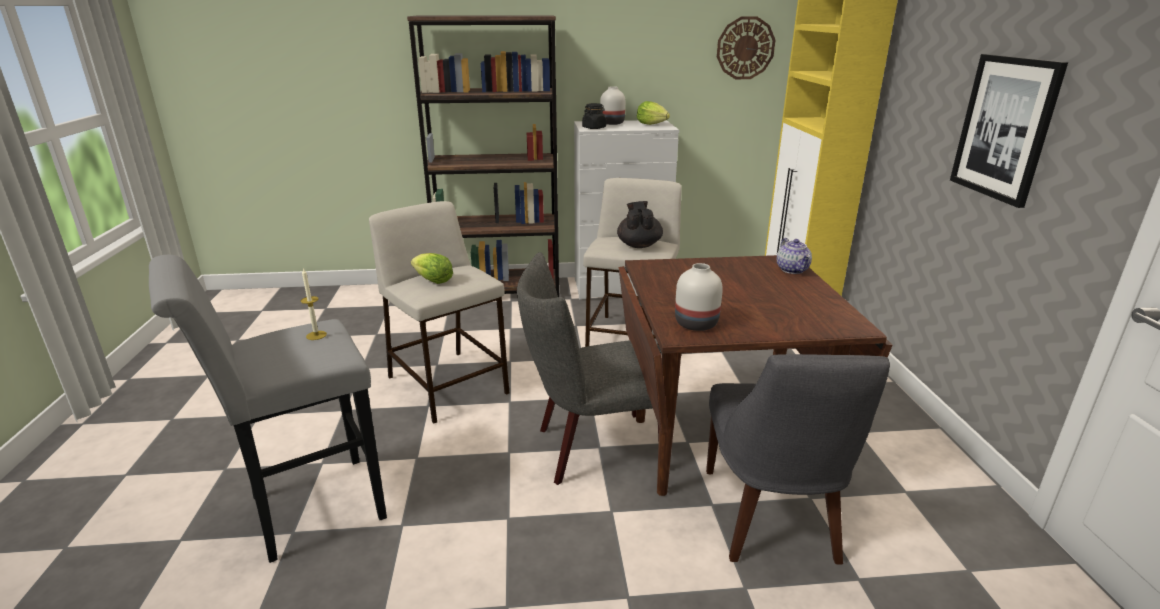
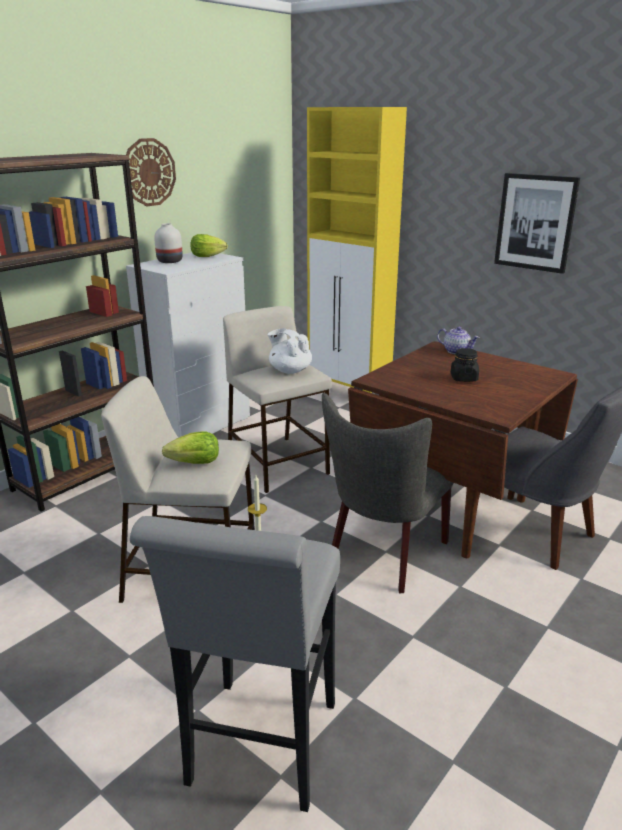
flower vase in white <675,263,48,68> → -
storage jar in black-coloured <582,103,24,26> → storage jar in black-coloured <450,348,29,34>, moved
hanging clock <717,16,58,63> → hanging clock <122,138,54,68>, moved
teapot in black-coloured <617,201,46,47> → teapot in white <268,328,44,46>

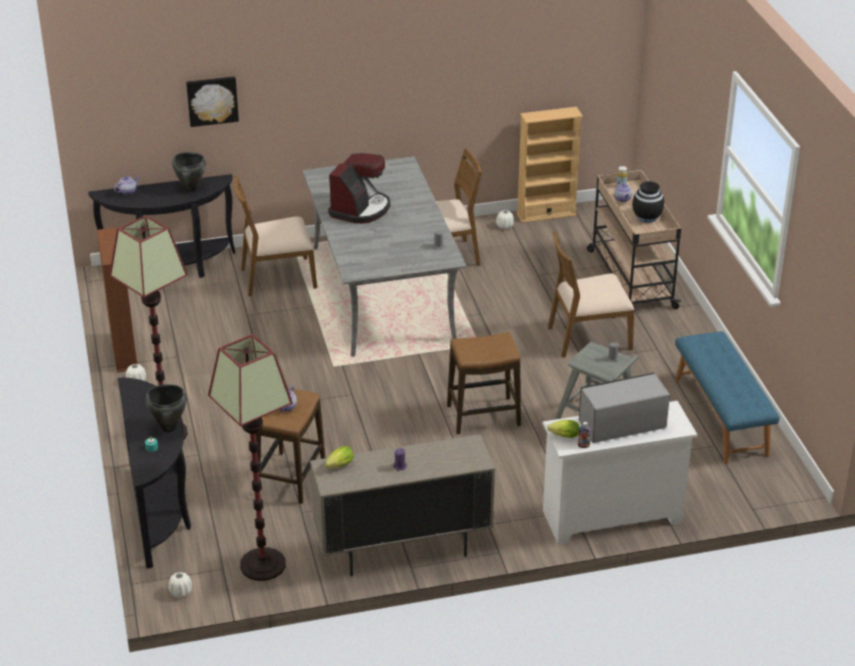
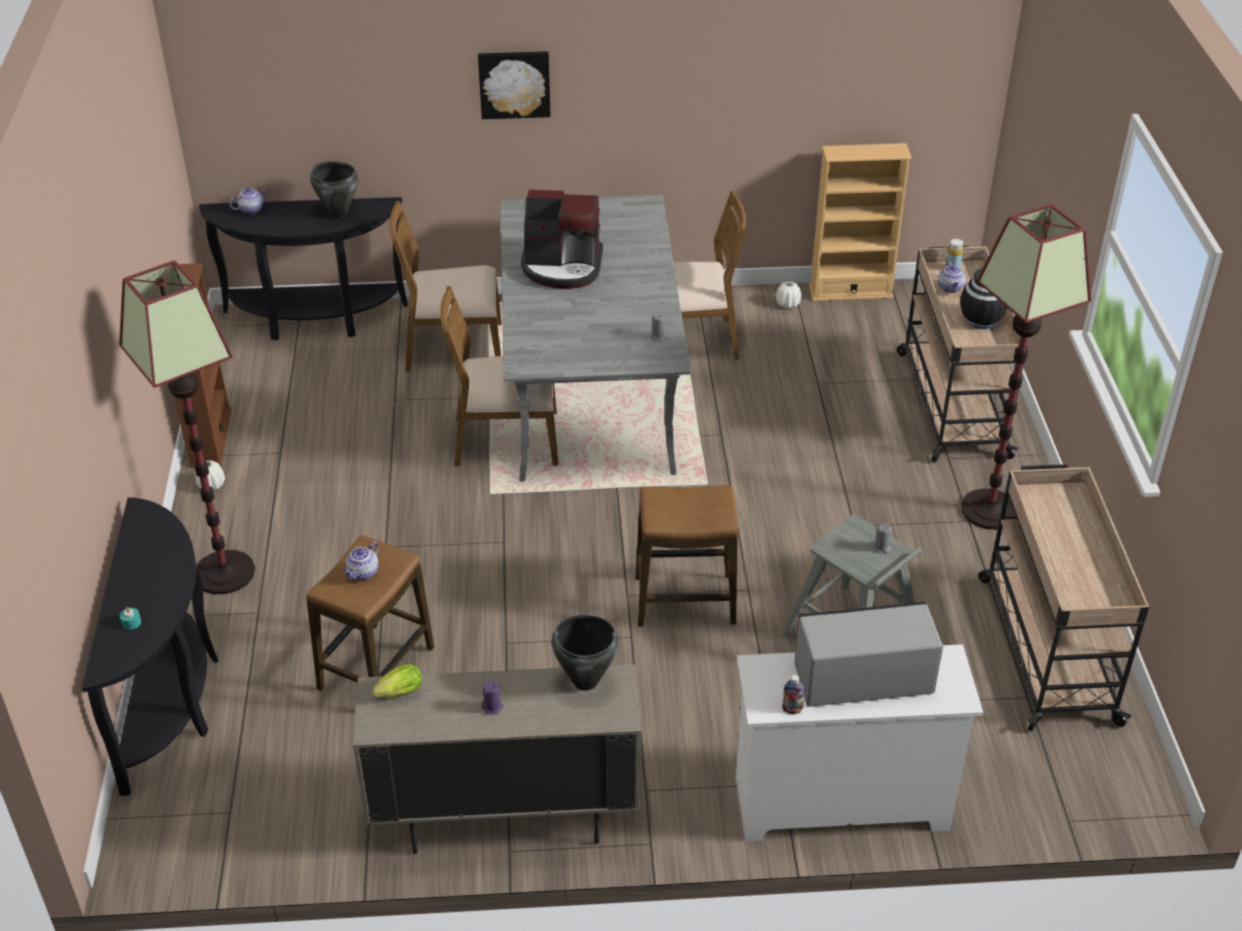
flower vase in white <168,572,24,26> → -
lettuce <547,420,33,18> → -
cooking pot in black-coloured <145,384,42,48> → cooking pot in black-coloured <552,615,67,76>, moved
picture <186,76,53,51> → picture <478,51,73,68>, moved
standing lamp <208,334,85,247> → standing lamp <961,204,130,326>, moved
upright chair in brownish <548,231,86,126> → upright chair in brownish <440,286,118,180>, moved
indoor bench in blue <675,331,105,133> → wheeled cart in beige <979,464,170,267>
coffee brewer <328,153,62,70> → coffee brewer <521,190,82,99>, 60 degrees clockwise

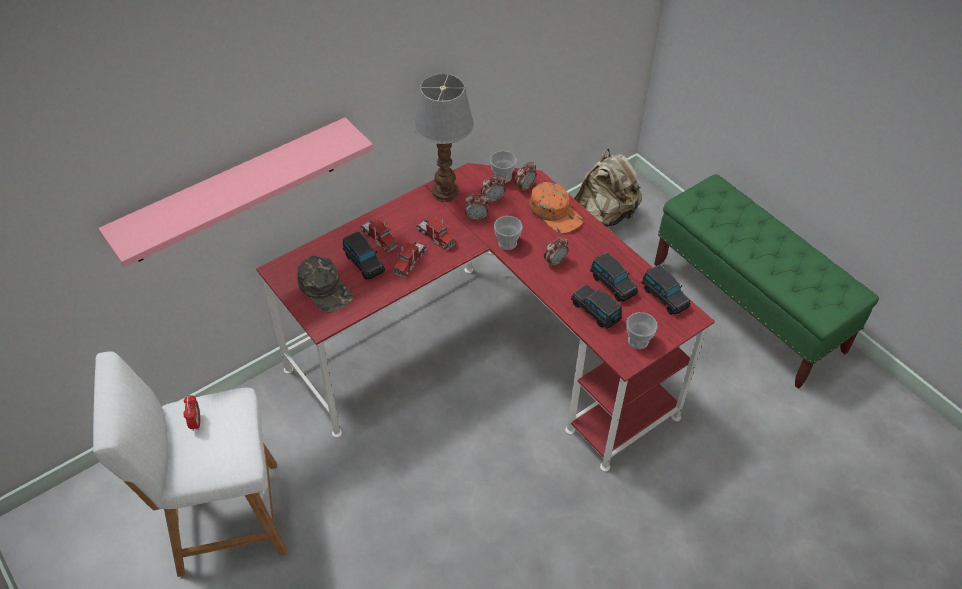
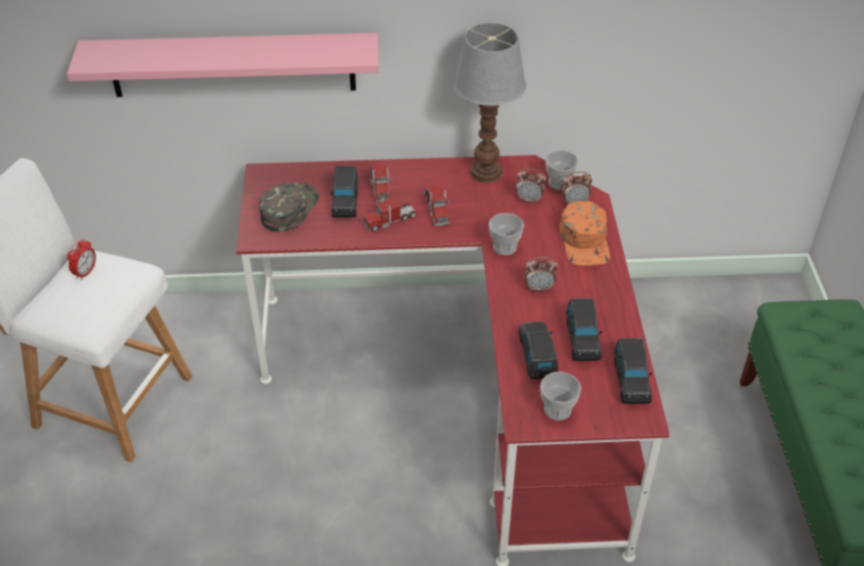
bedside clock <465,194,24,26> → -
rucksack in beige <574,148,68,79> → -
baseball cap in green-coloured <297,256,56,56> → baseball cap in green-coloured <260,182,59,50>, 150 degrees counterclockwise

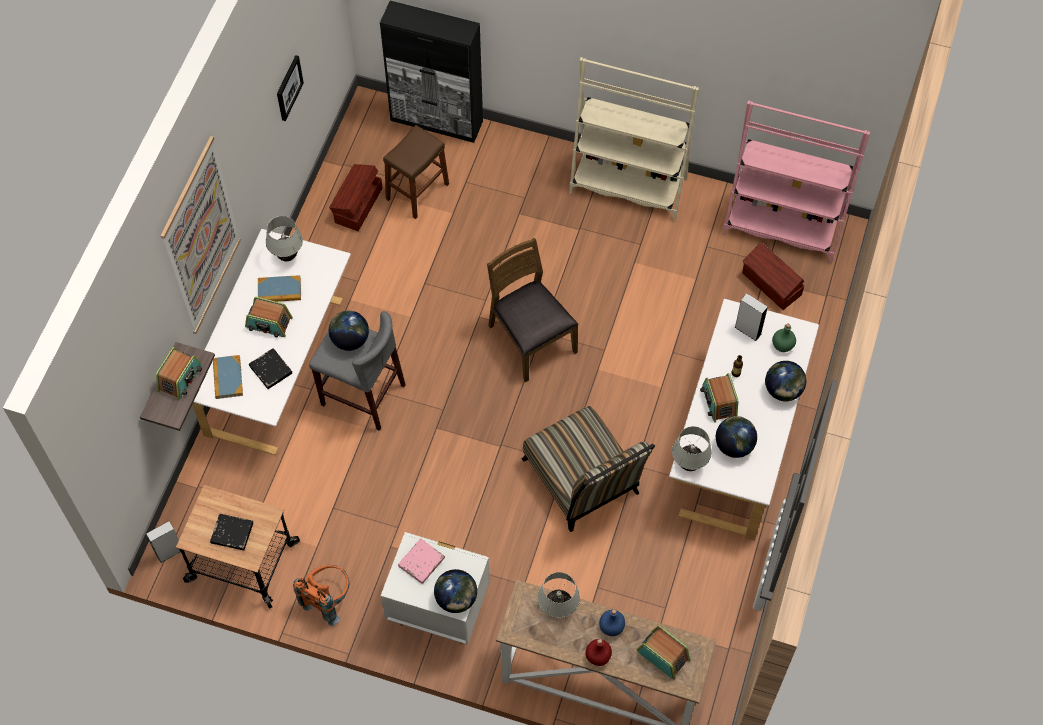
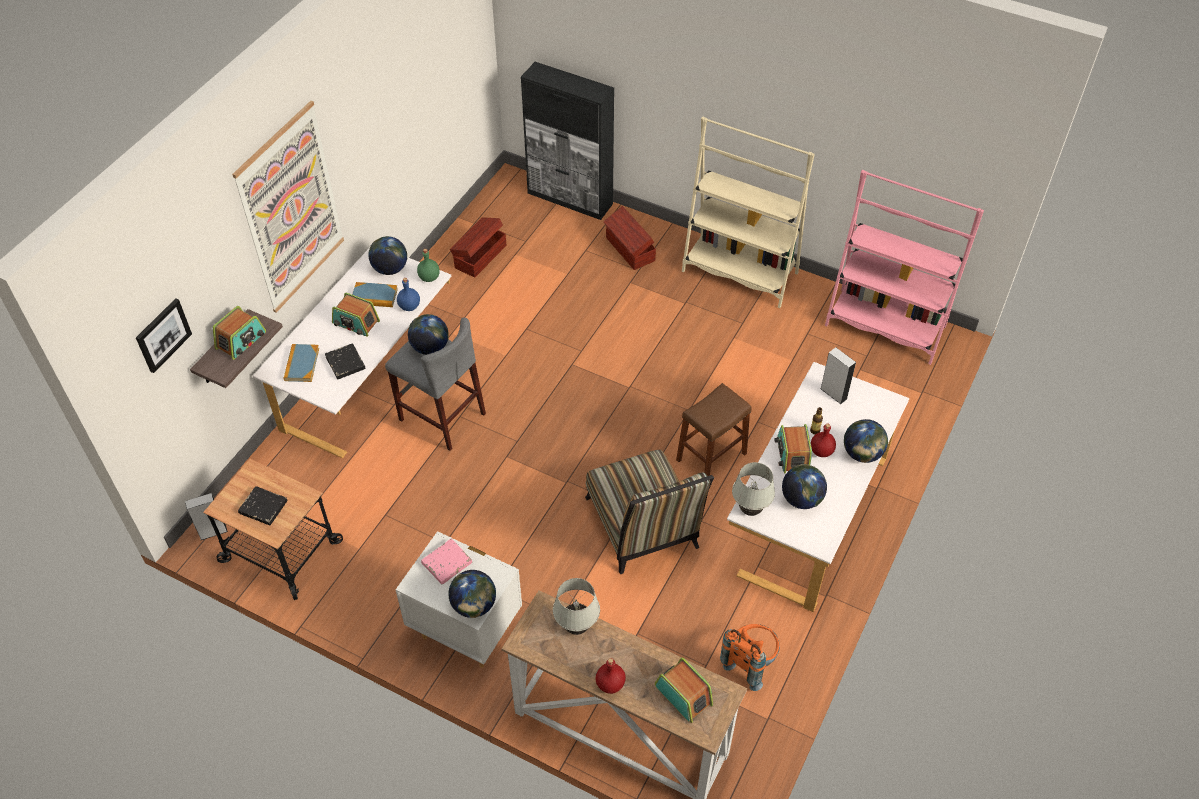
upright chair in brownish <487,238,91,144> → -
- → beverage bottle in red-coloured <811,424,25,33>
picture <277,55,27,66> → picture <136,298,56,75>, moved
rucksack in orange-coloured <293,565,56,61> → rucksack in orange-coloured <720,624,60,67>, moved
stool seat in brownish <383,125,66,94> → stool seat in brownish <676,383,76,93>, moved
beverage bottle in blue <599,609,26,27> → beverage bottle in blue <397,278,23,33>, moved
storage bin in brownish <742,242,62,68> → storage bin in brownish <603,206,53,64>, moved
beverage bottle in green-coloured <772,324,24,28> → beverage bottle in green-coloured <417,249,23,33>, moved
tabletop lamp in white <266,216,37,45> → globe <368,236,39,39>

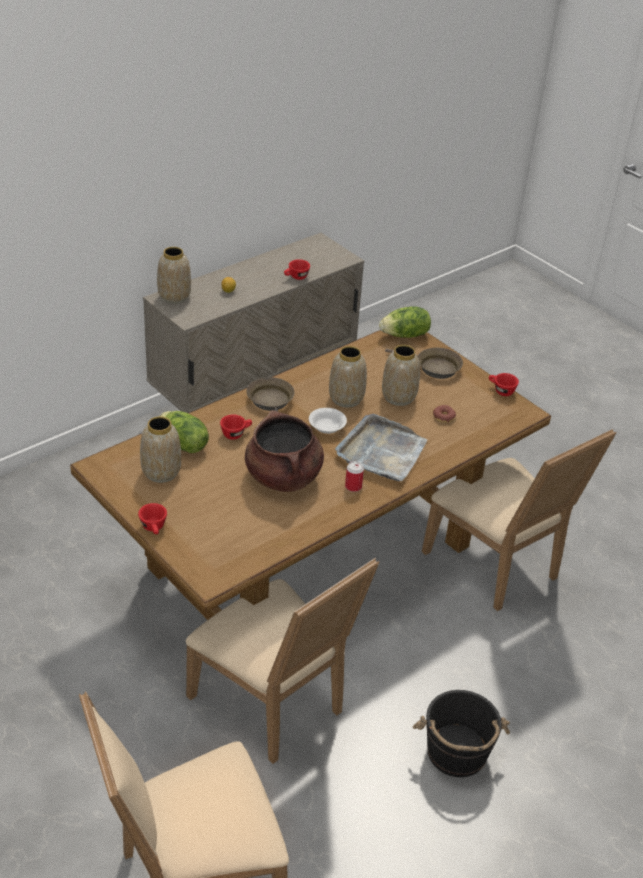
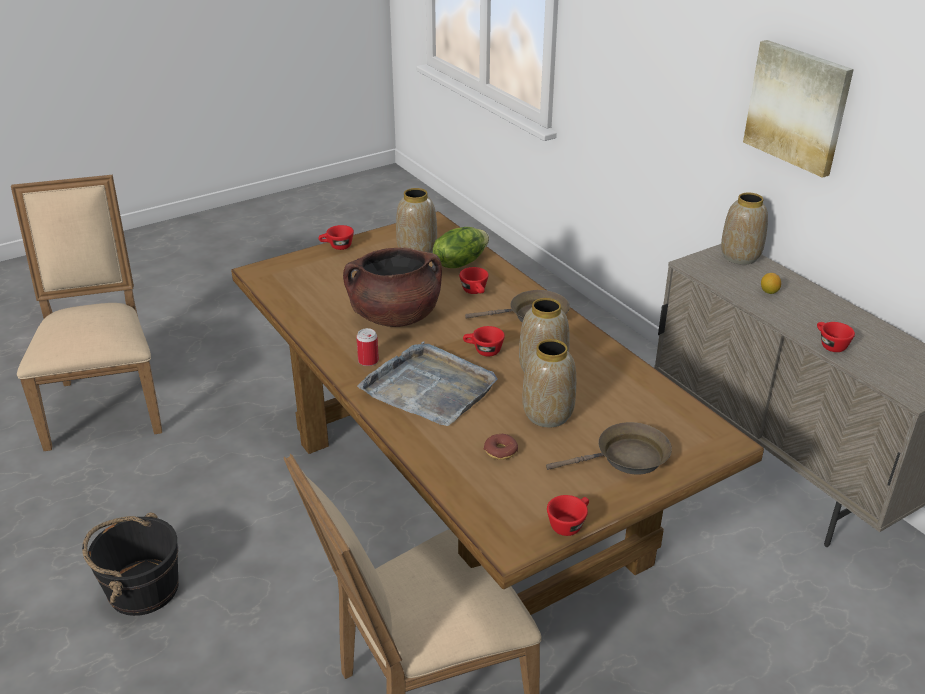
upright chair in beige <185,558,194,206> → -
lettuce <379,306,52,32> → -
- → picture <743,40,111,138>
deep dish in white <309,408,38,26> → drinking cup in red-coloured <463,326,42,31>
skillet in brownish <385,348,78,31> → skillet in brownish <546,422,126,52>, 135 degrees counterclockwise

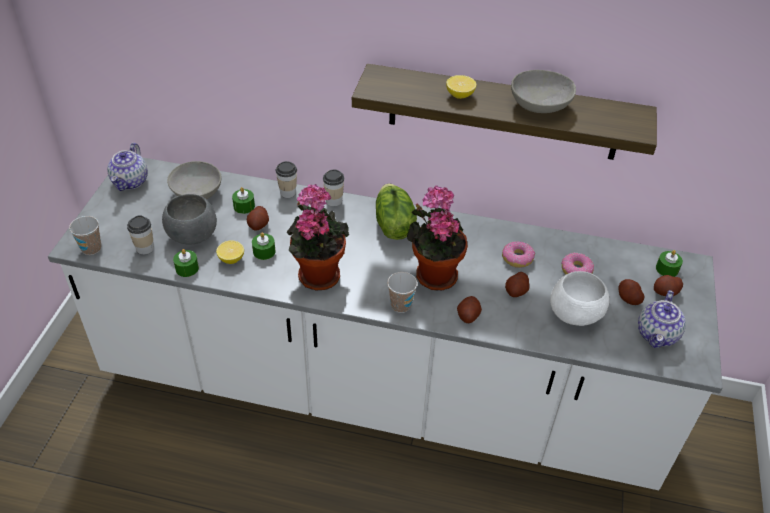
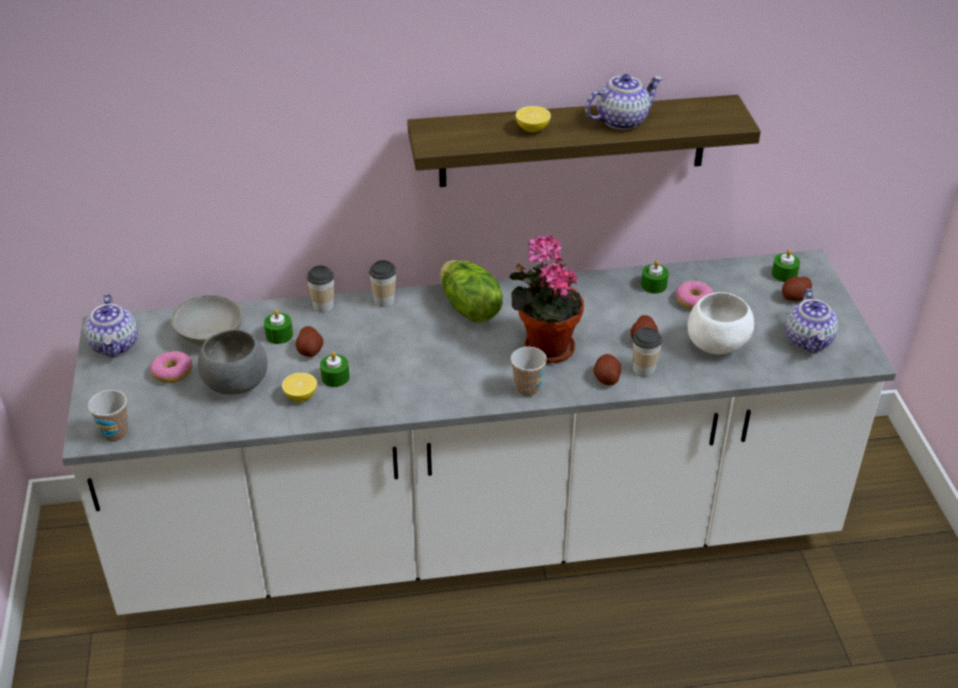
houseplant <287,184,62,106> → -
spud <618,279,27,26> → -
drinking cup <127,215,27,40> → drinking cup <633,327,29,50>, moved
candle in green-coloured <173,249,26,28> → candle in green-coloured <641,260,28,34>, moved
ring doughnut <502,241,33,27> → ring doughnut <150,351,42,32>, moved
deep dish in gray <511,70,65,43> → teapot <585,74,78,56>

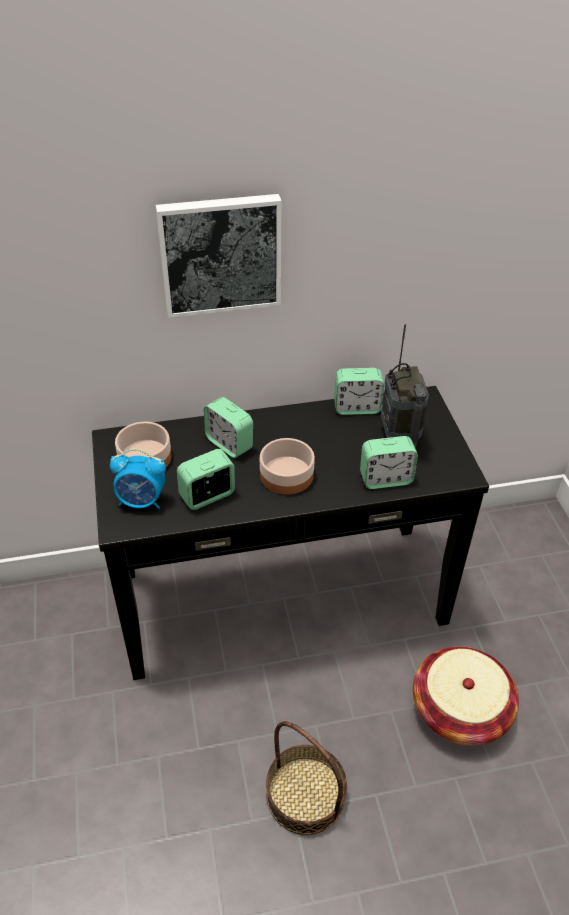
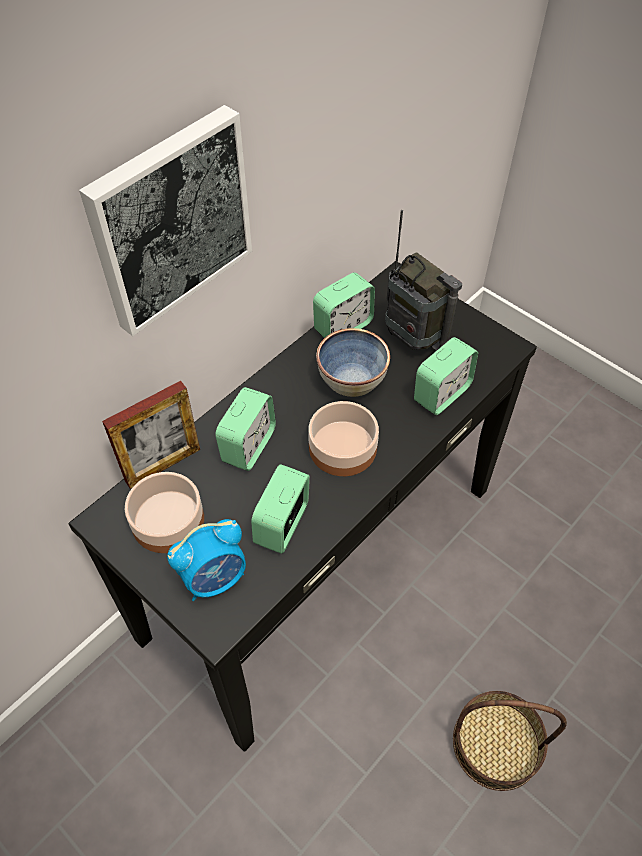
storage basket <413,646,106,100> → -
- → photo frame <102,381,98,108>
- → deep dish <316,328,74,69>
bedside clock <204,397,49,61> → bedside clock <215,387,61,84>, 75 degrees counterclockwise

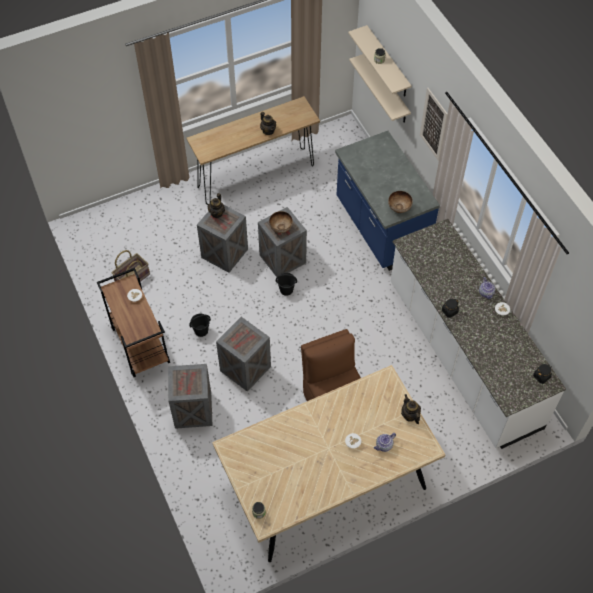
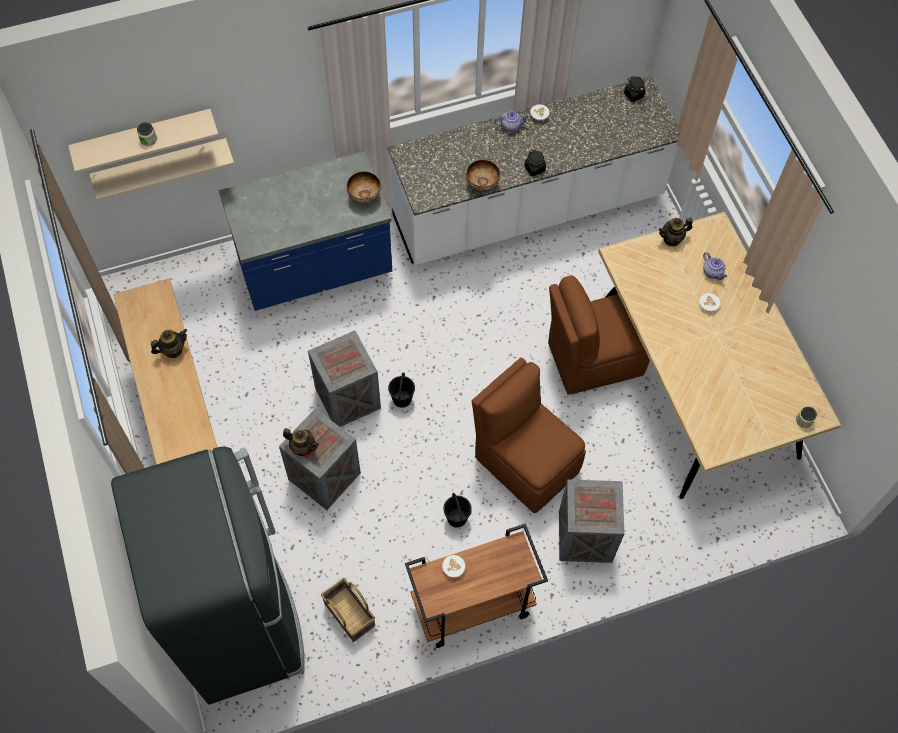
picture <420,88,28,73> → -
- → fridge in black-coloured <111,447,194,258>
deep dish <269,211,24,22> → deep dish <466,160,34,31>, moved
crate <216,317,55,75> → upright chair in brownish <472,358,114,155>

